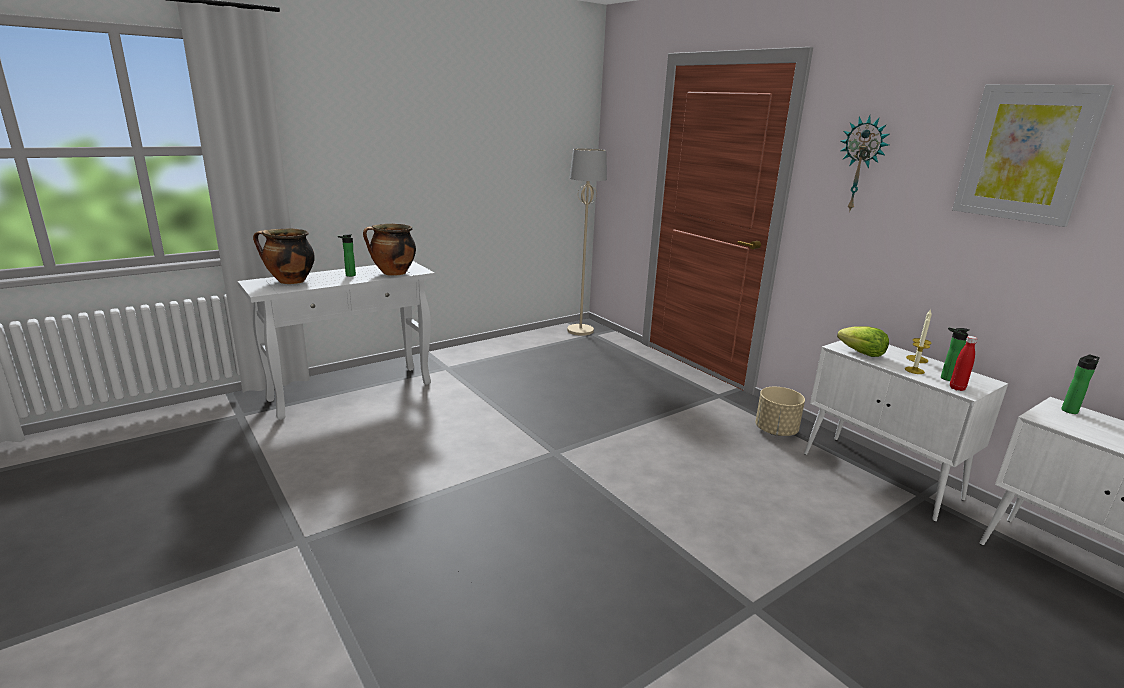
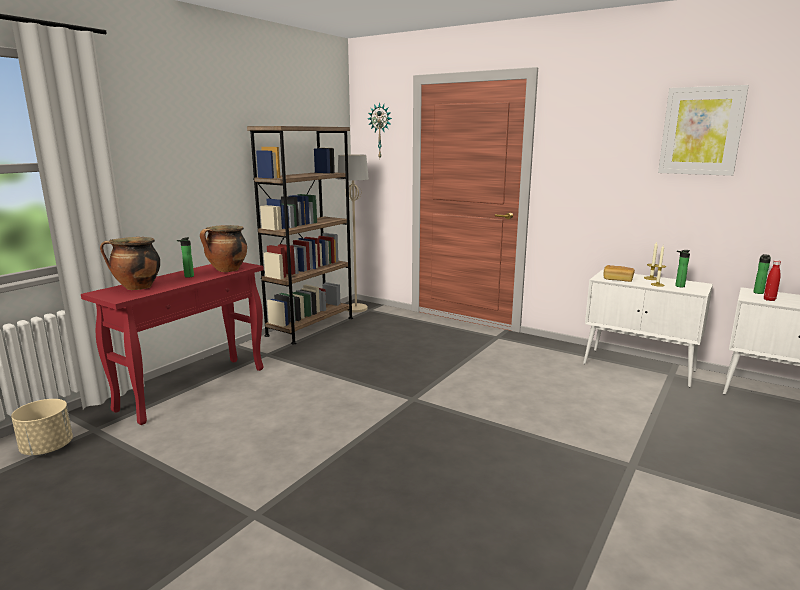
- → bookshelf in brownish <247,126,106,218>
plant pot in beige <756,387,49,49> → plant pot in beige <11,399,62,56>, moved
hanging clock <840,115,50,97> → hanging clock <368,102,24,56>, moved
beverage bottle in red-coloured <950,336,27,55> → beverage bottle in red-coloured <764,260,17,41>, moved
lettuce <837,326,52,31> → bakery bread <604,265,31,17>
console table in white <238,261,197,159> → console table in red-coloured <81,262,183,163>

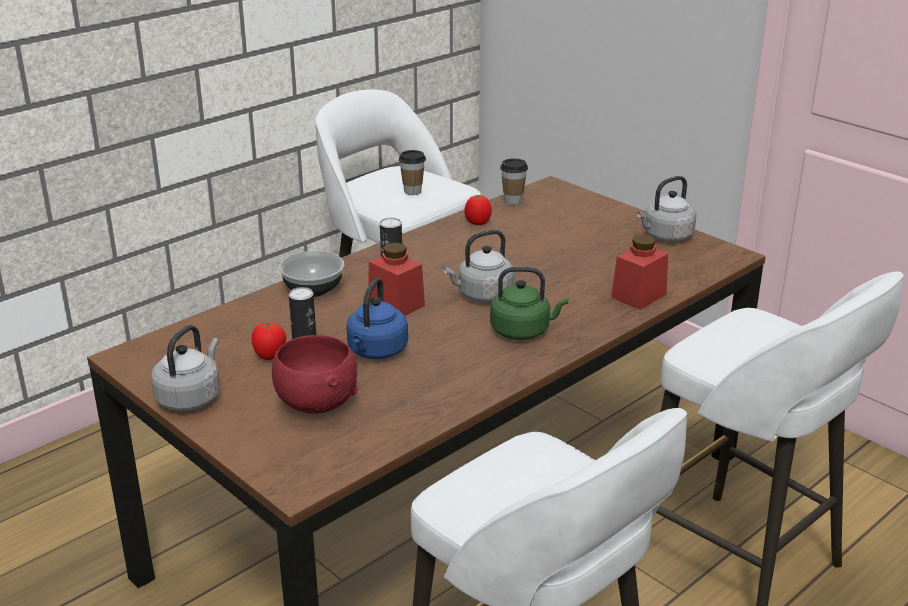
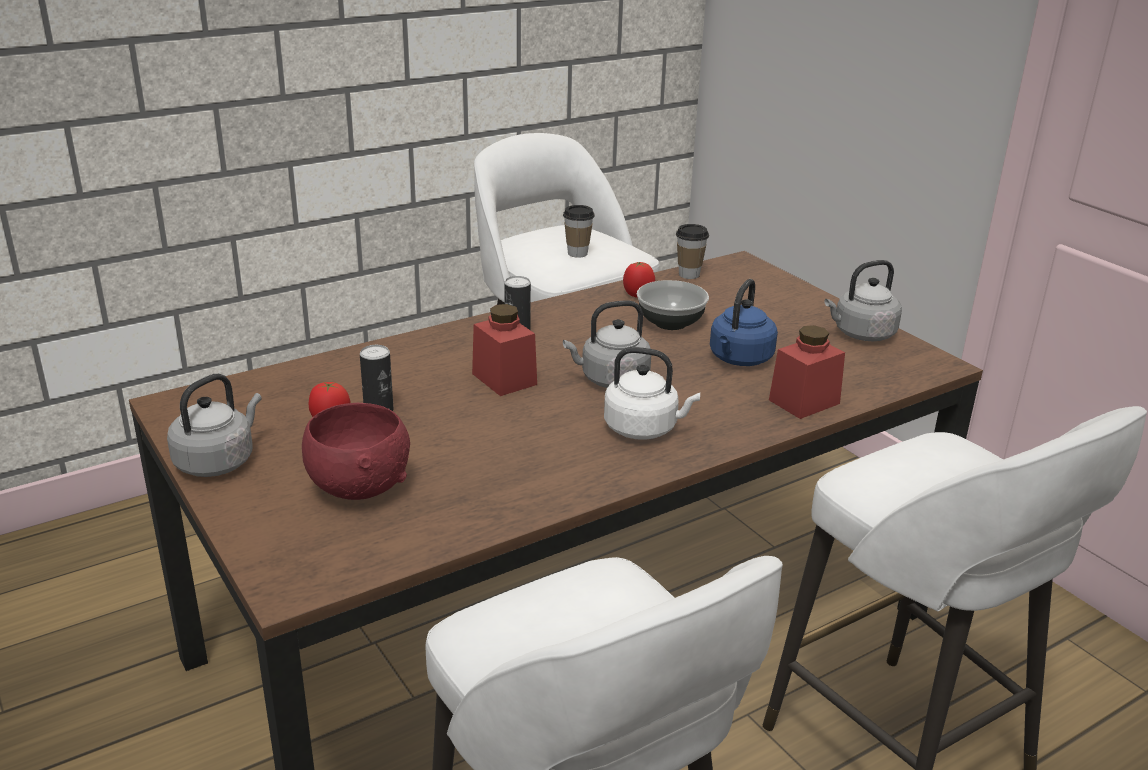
deep dish <279,251,65,46> → deep dish <637,280,72,50>, moved
tea kettle in blue <346,278,62,81> → tea kettle in blue <710,279,68,87>, moved
tea kettle in green-coloured <490,267,78,73> → tea kettle in white <604,347,96,93>

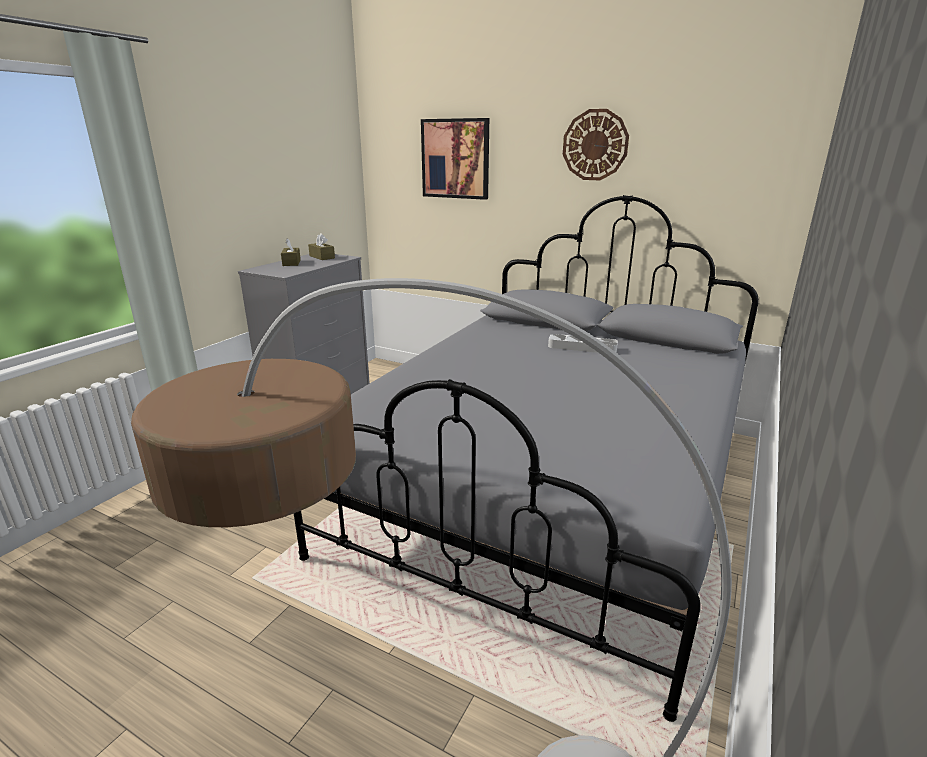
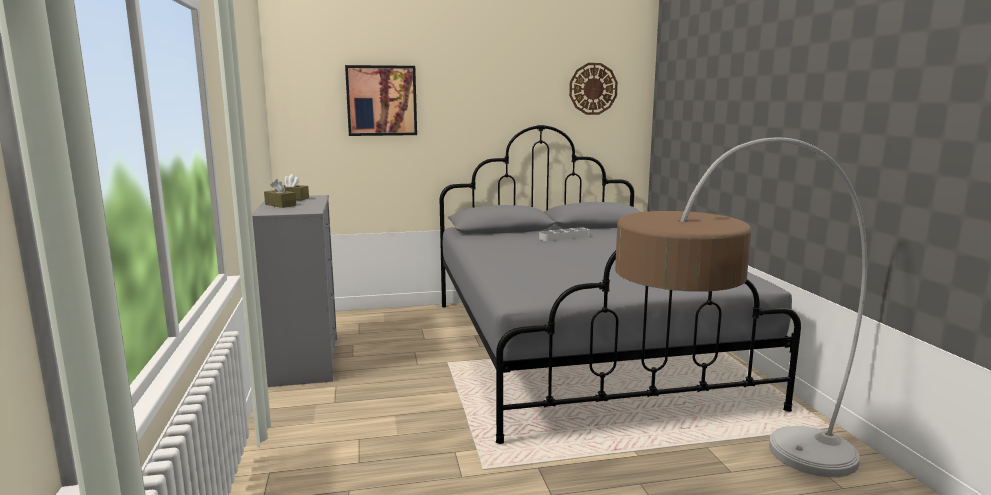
hanging clock <563,109,66,71> → hanging clock <569,63,49,52>, moved

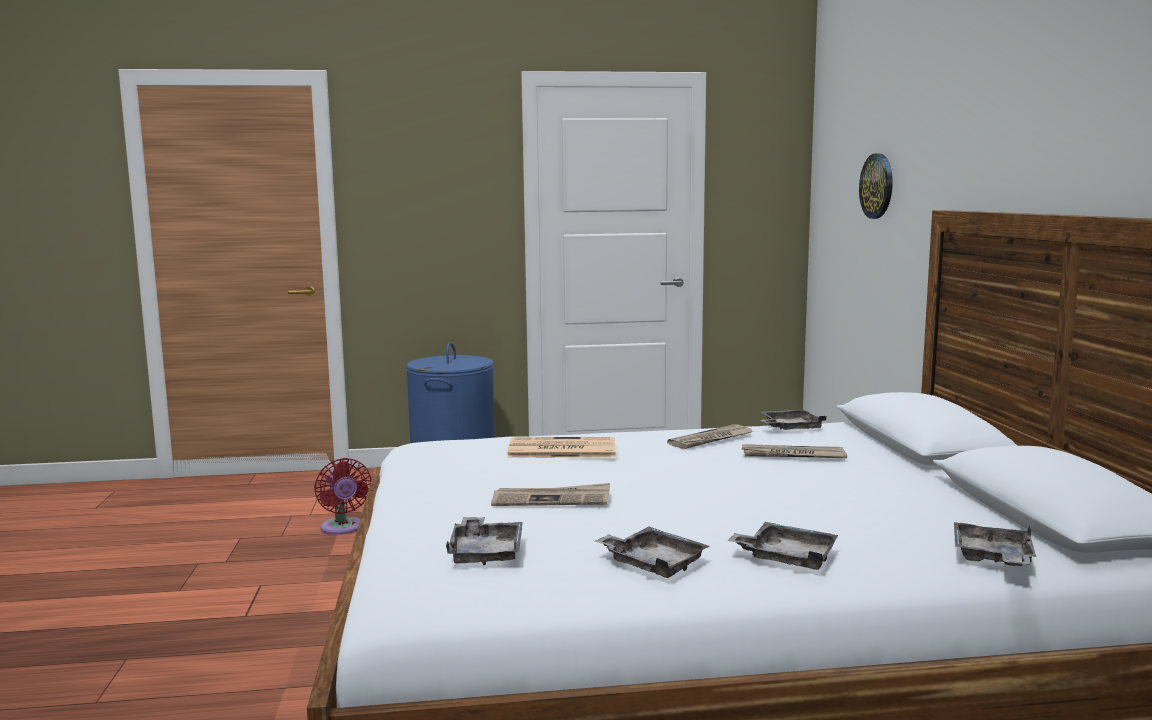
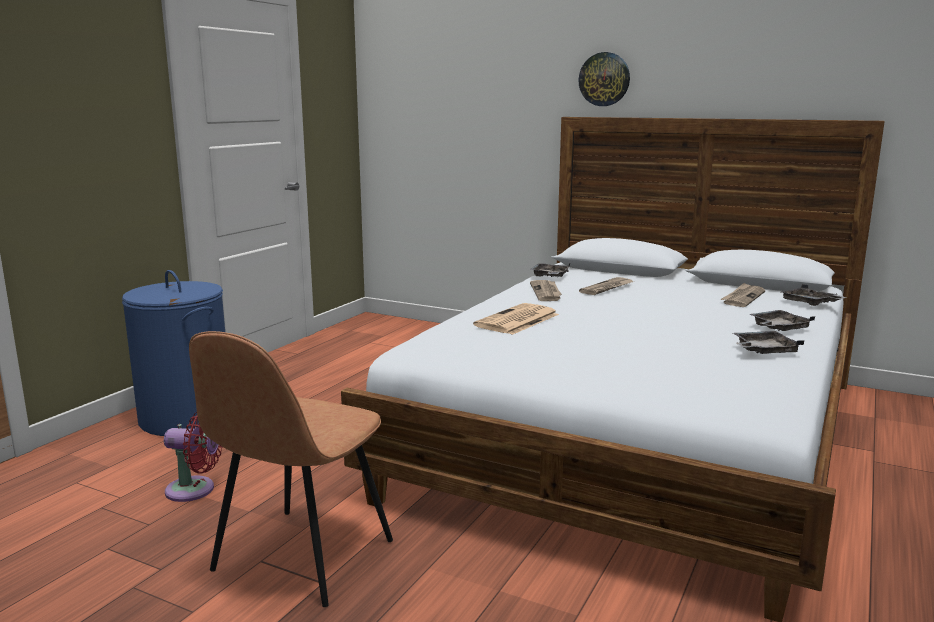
carrying tray in gray <446,517,77,48> → -
- → upright chair in brownish <189,331,204,276>
newspaper <491,483,119,23> → newspaper <720,283,45,24>, moved
hanging clock <859,153,34,66> → hanging clock <579,52,51,54>, moved

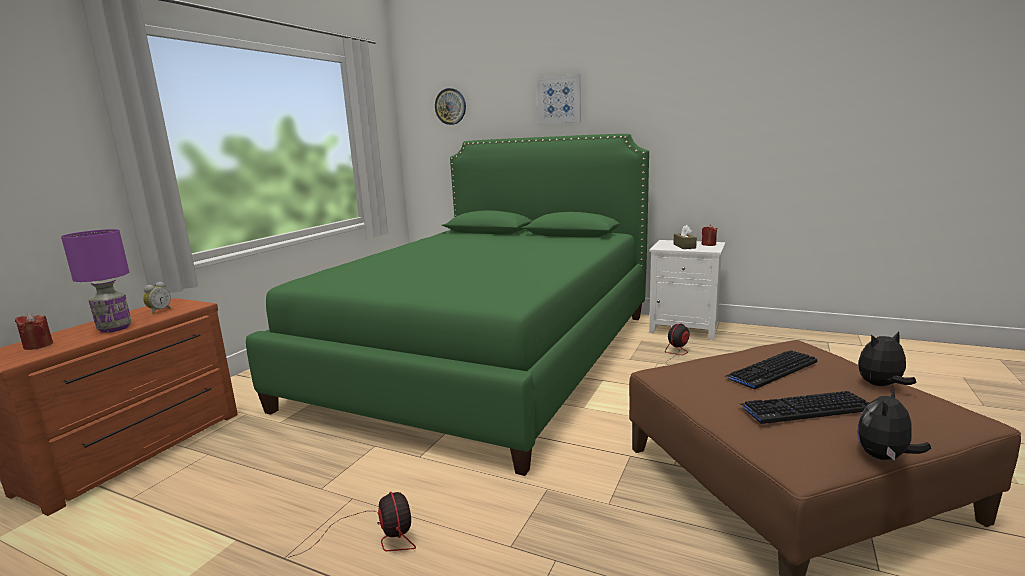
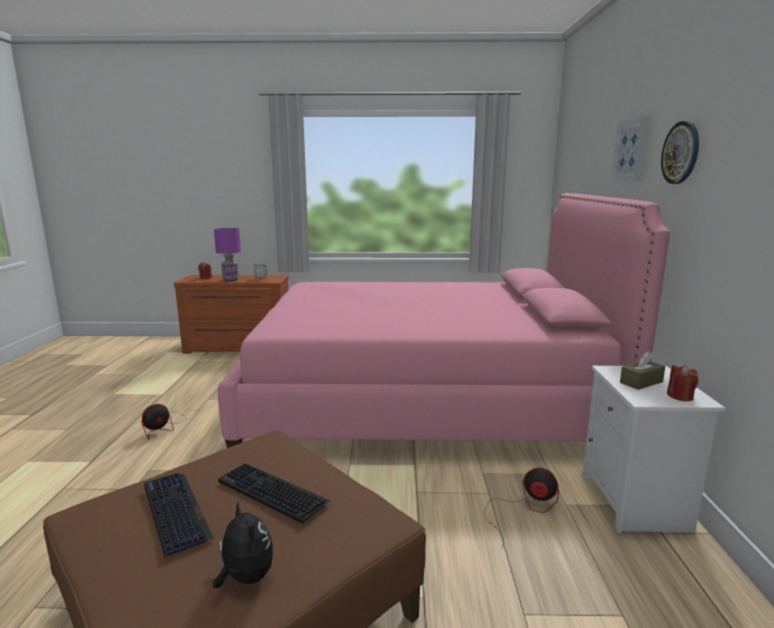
cuddly toy <857,387,74,74> → -
hanging clock <435,88,31,37> → hanging clock <661,121,38,63>, moved
sleeping bed in green-coloured <246,134,403,342> → sleeping bed in pink-coloured <218,193,452,255>

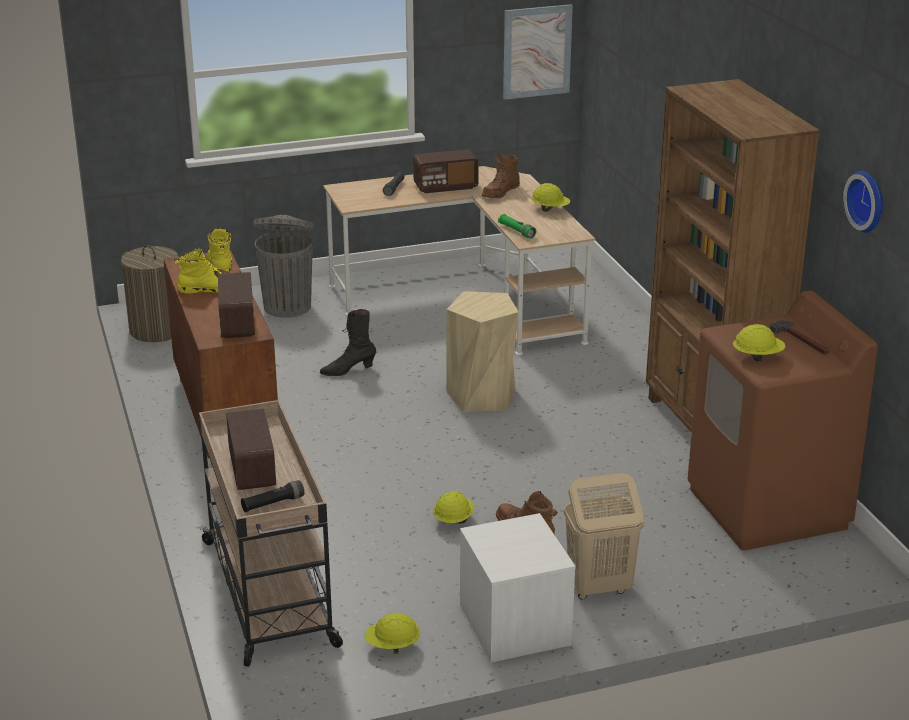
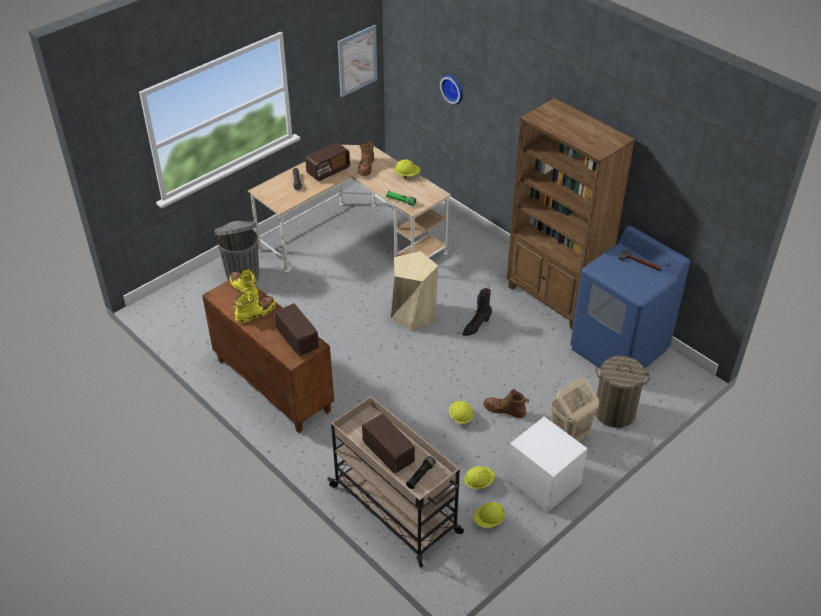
washing basket <121,245,57,97> → washing basket <595,356,55,72>, moved
tall boot in black-coloured <320,309,56,67> → tall boot in black-coloured <462,288,30,48>, moved
hard hat in yellow-coloured <733,324,53,37> → hard hat in yellow-coloured <464,466,31,23>, moved
hanging clock <843,171,40,62> → hanging clock <440,75,23,30>, moved
laundry machine in brownish <688,290,190,260> → laundry machine in blue <570,226,120,143>

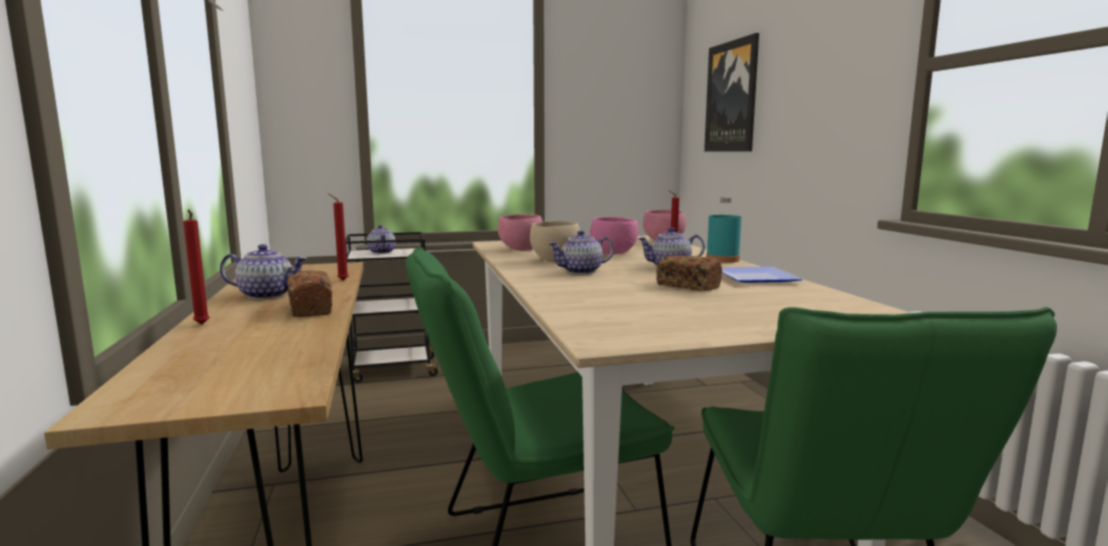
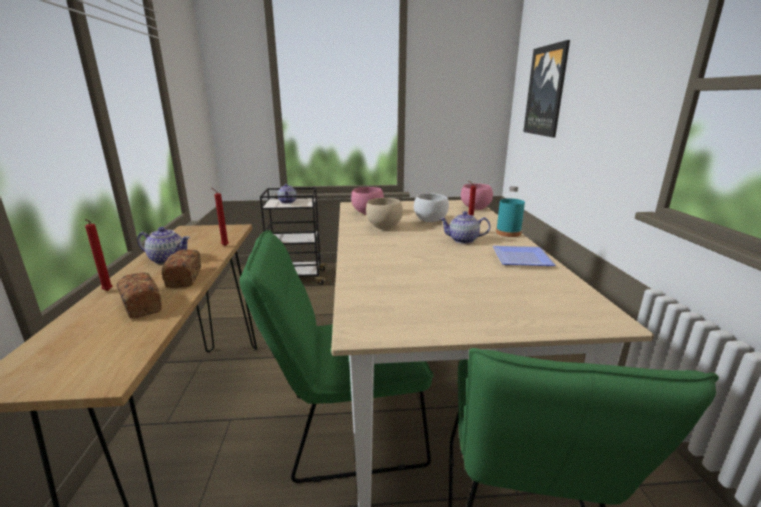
teapot <548,230,66,44> → -
bakery bread <656,255,66,36> → bakery bread <117,272,45,46>, moved
deep dish in pink-coloured <590,217,48,37> → deep dish in white <414,193,35,29>

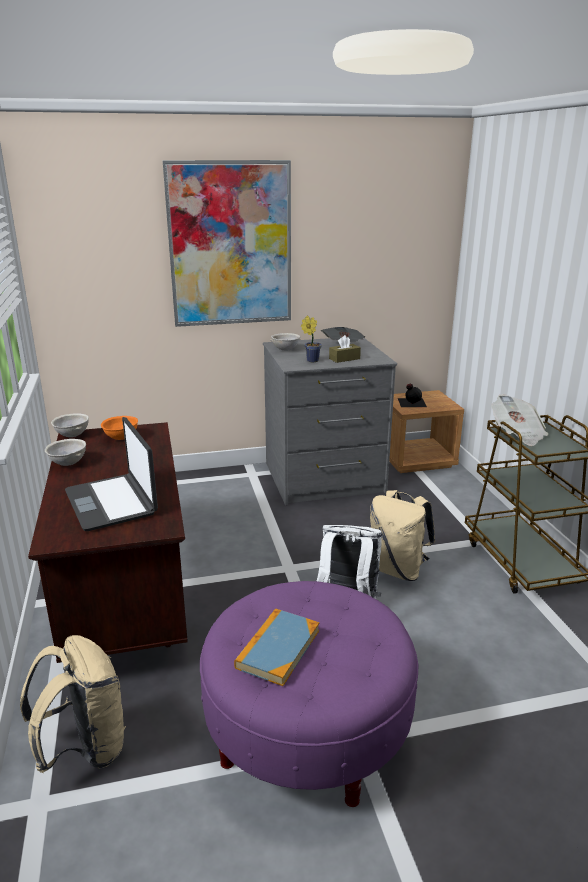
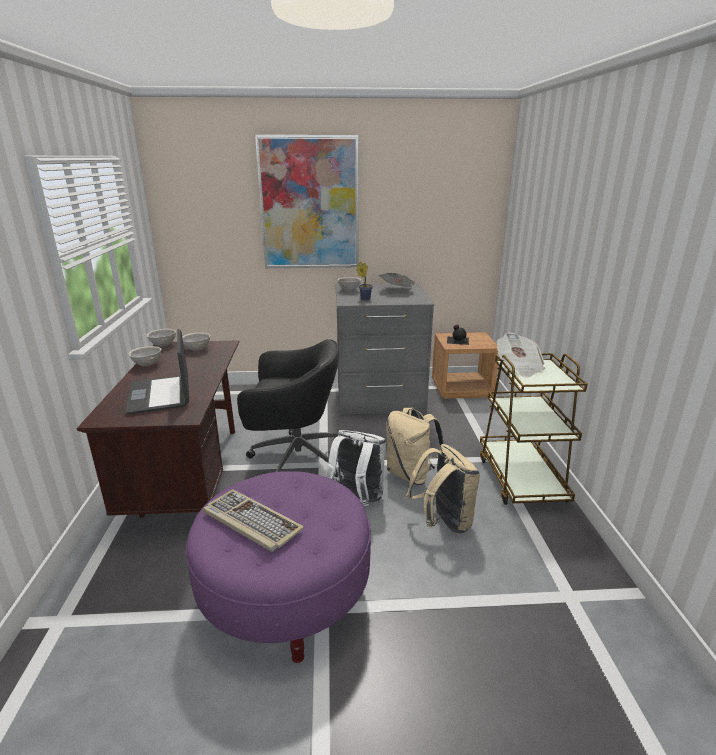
tissue holder in brownish <329,335,32,28> → -
- → desk chair in black-coloured <237,339,103,138>
rucksack in beige <20,635,106,138> → rucksack in beige <407,444,73,90>, moved
book <234,608,85,78> → computer keyboard <203,489,101,63>
deep dish in orange-coloured <101,416,37,24> → deep dish in gray <182,332,29,19>

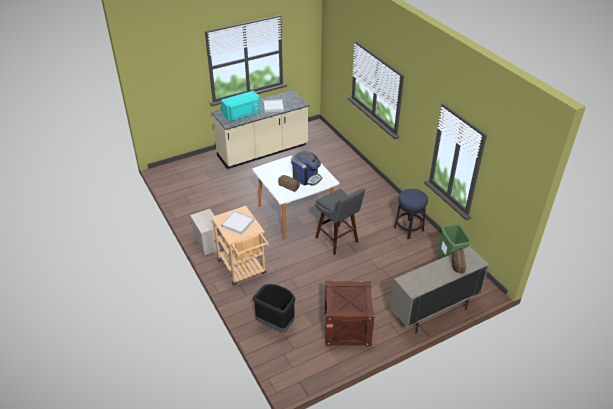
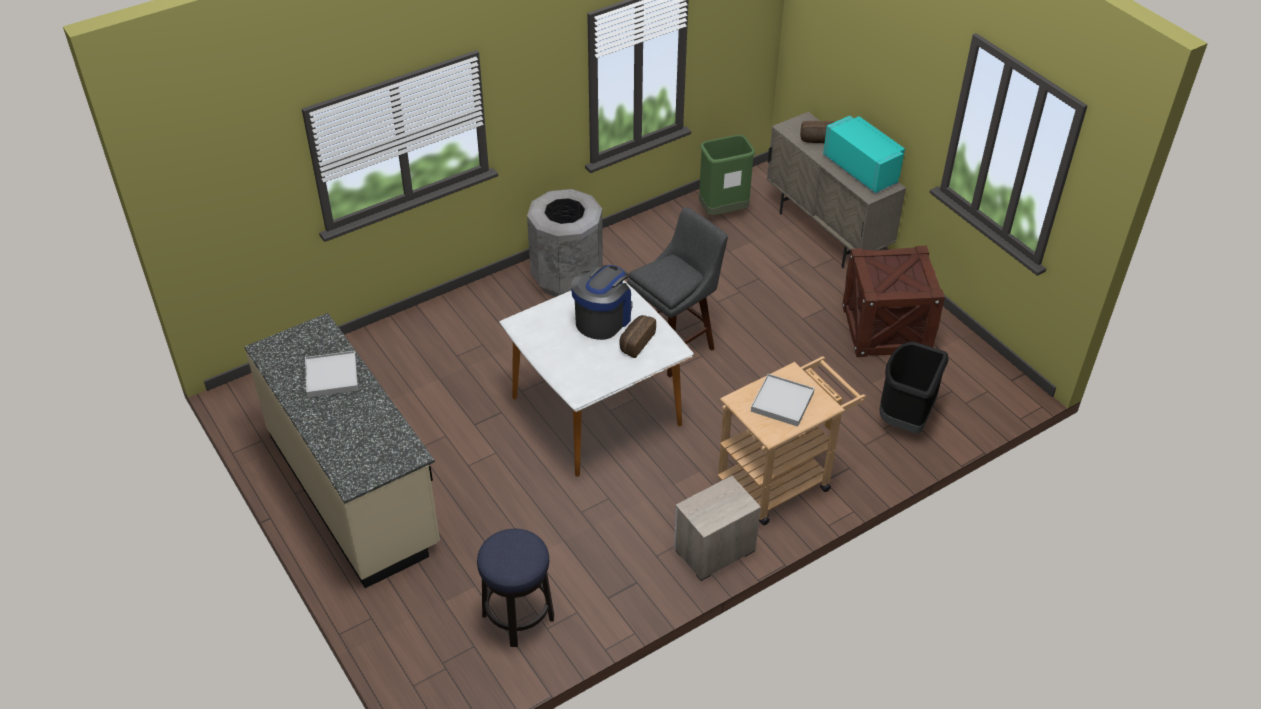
- → rubbish bin in gray <527,189,76,108>
microwave in turquoise <221,91,40,30> → microwave in turquoise <823,116,82,78>, moved
stool seat <394,189,34,50> → stool seat <477,529,77,118>, moved

